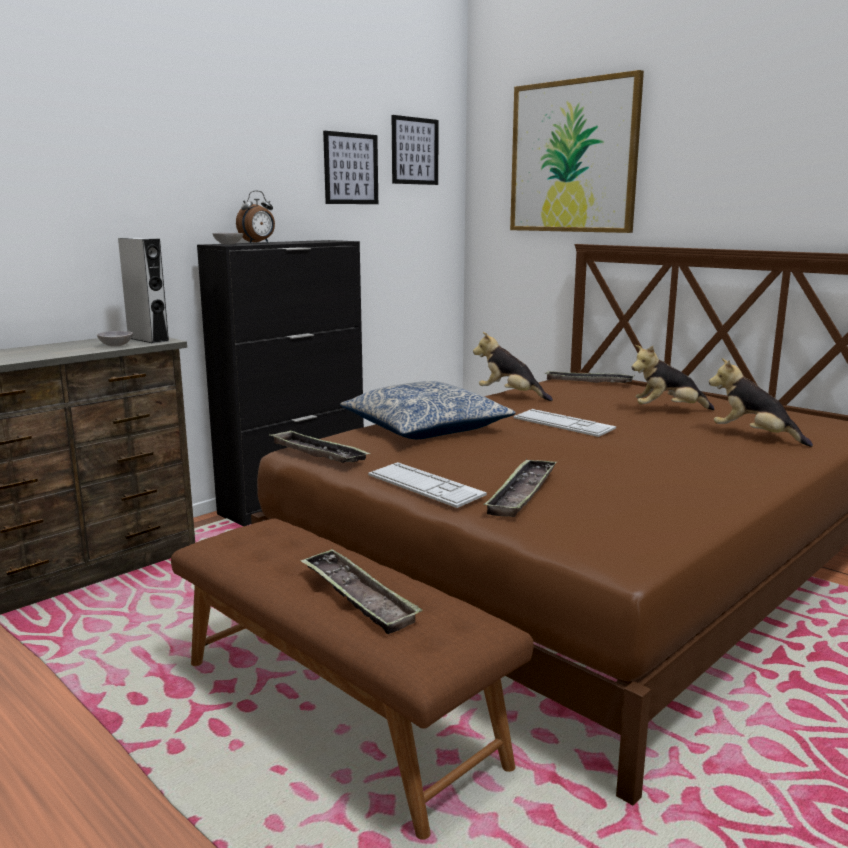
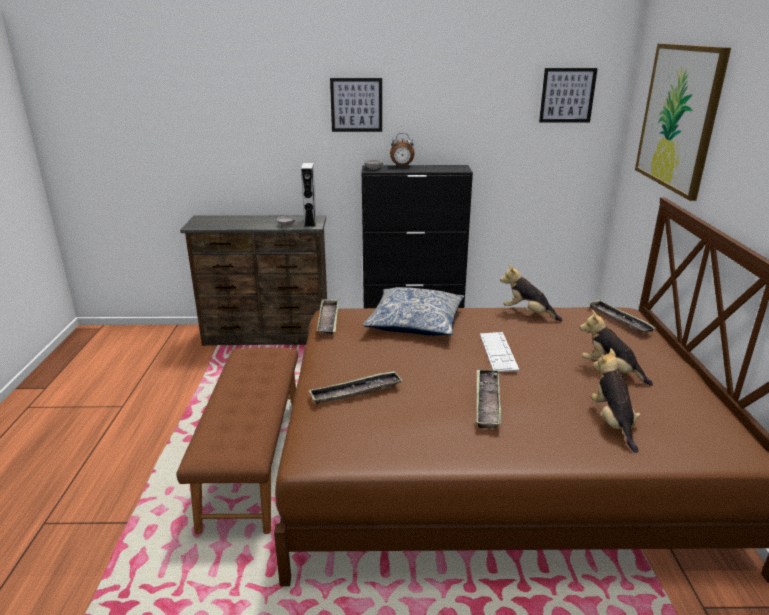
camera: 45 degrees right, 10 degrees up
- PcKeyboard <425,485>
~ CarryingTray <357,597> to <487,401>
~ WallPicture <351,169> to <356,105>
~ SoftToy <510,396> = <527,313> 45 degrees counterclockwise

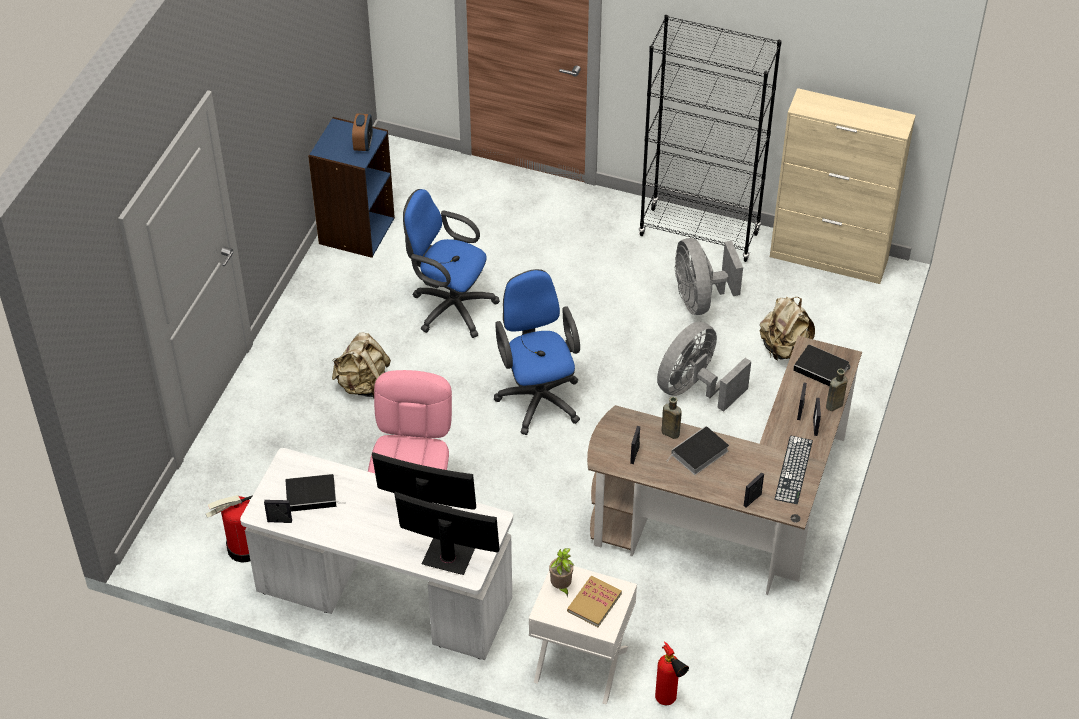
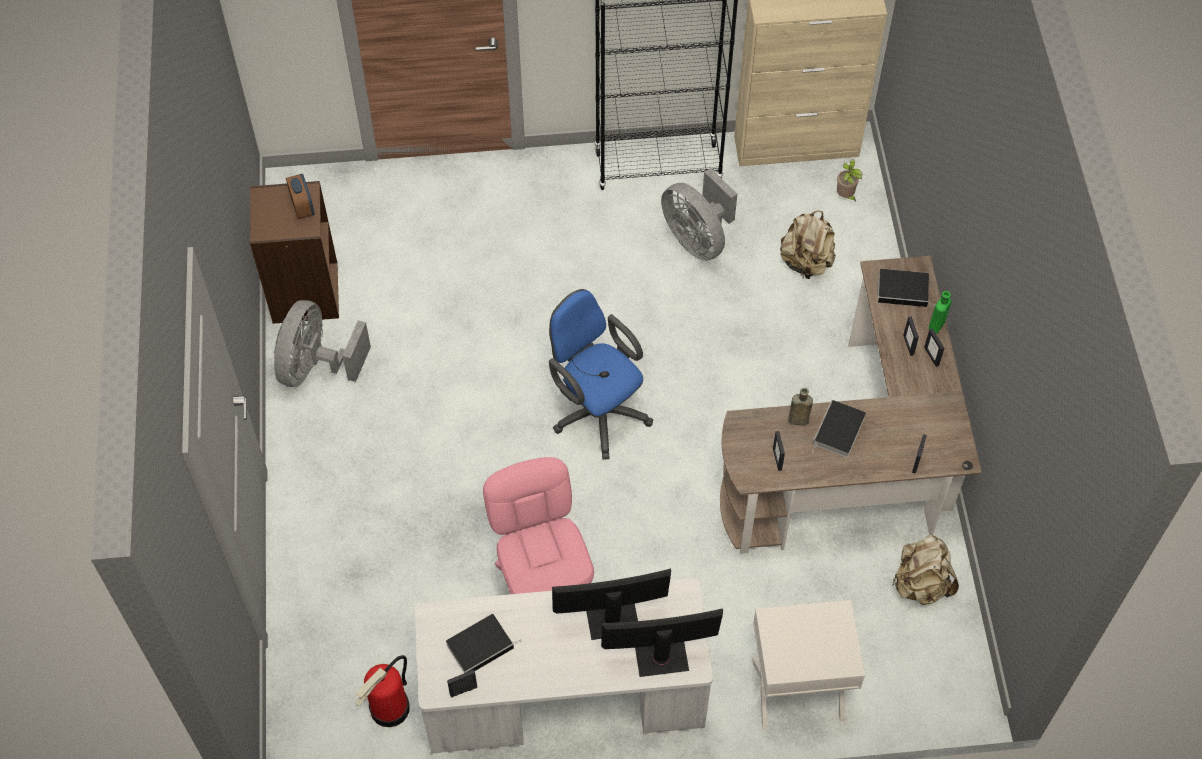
camera: 25 degrees left, 10 degrees up
- BlueColouredDeskChair <449,307>
- BoundBook <594,602>
- Extinguisher <668,702>
- PcKeyboard <793,469>
~ BeigeColouredRucksack <363,385> to <921,584>
~ PlantInAPot <561,587> to <845,196>
~ GreyCoolingFan <695,388> to <316,366>
~ BlueColouredBookcase <356,230> to BrownColouredBookcase <304,293>
~ BrownColouredDrinkBottle <833,406> to GreenDrinkBottle <936,326>

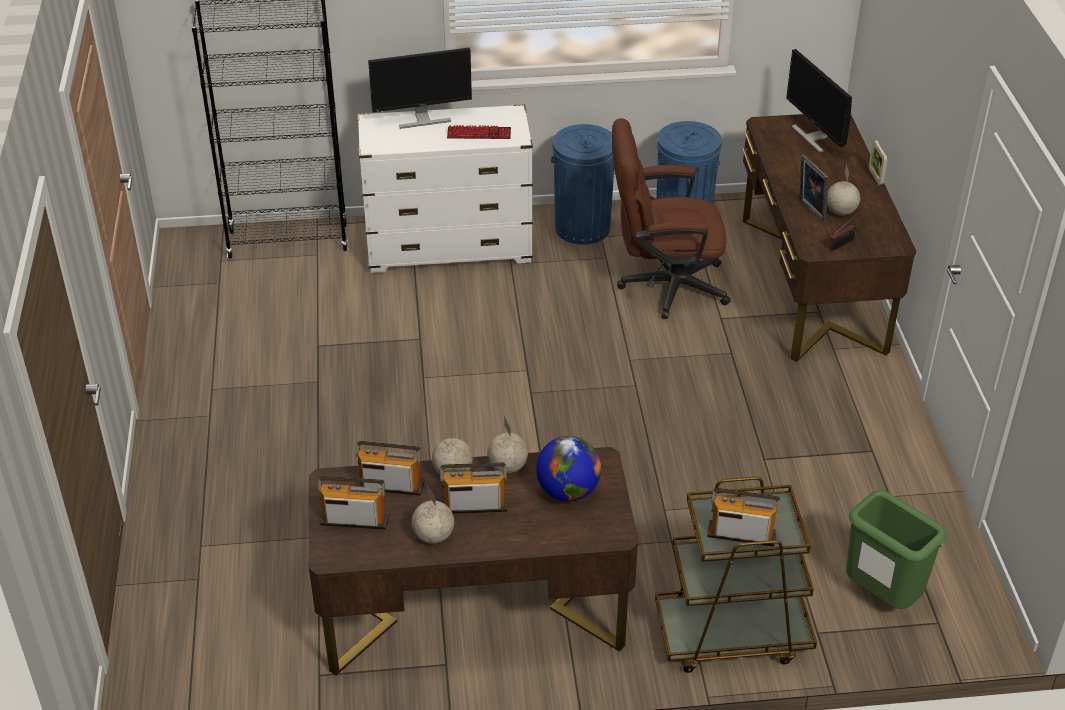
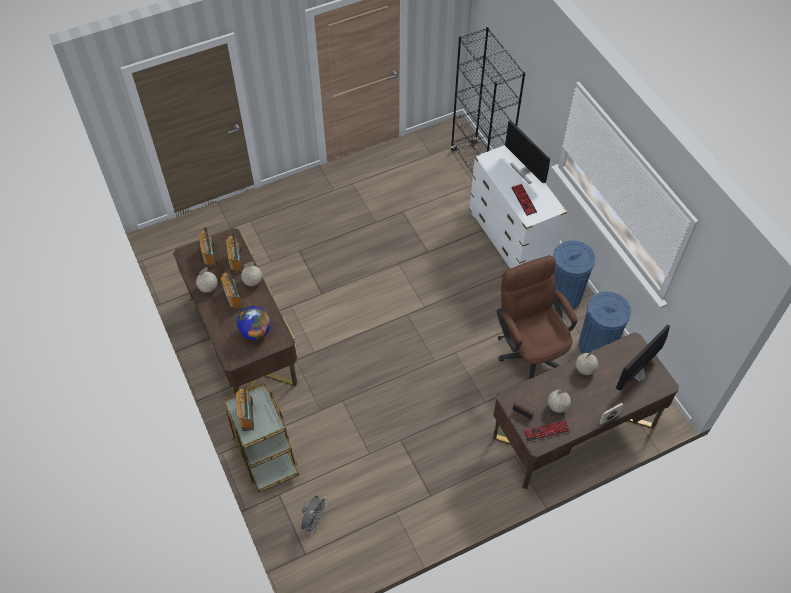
camera: 70 degrees right, 15 degrees up
- StandingFrame <810,211>
+ PcKeyboard <546,431>
~ DeskGlobe <508,467> to <585,369>
~ GreenTrashCan <880,597> to GreyCoolingFan <314,520>

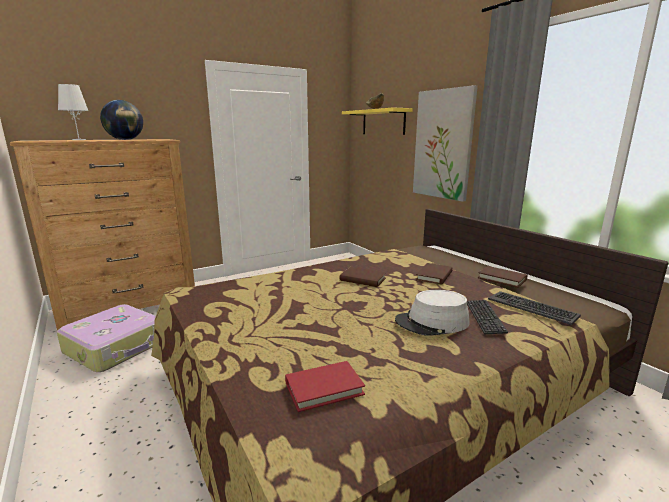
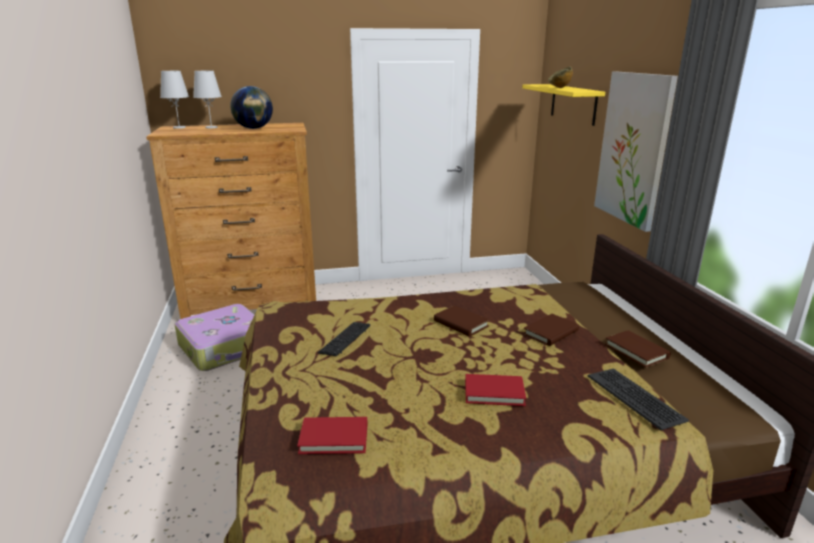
camera: 20 degrees right, 5 degrees up
+ WhitishLampForATable <179,127>
~ PcKeyboard <485,317> to <345,340>
~ GreyClothingHat <432,322> to RedColouredBoundBook <494,392>

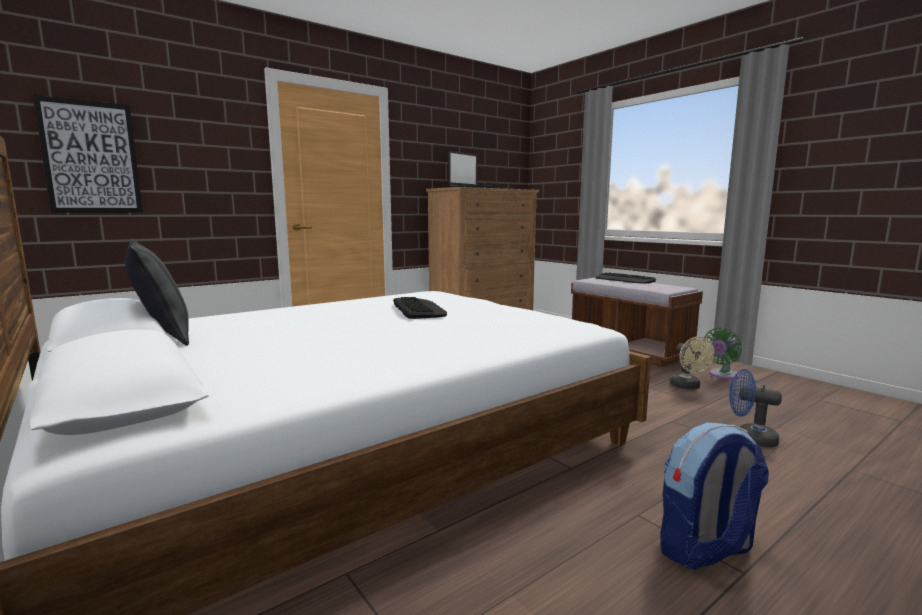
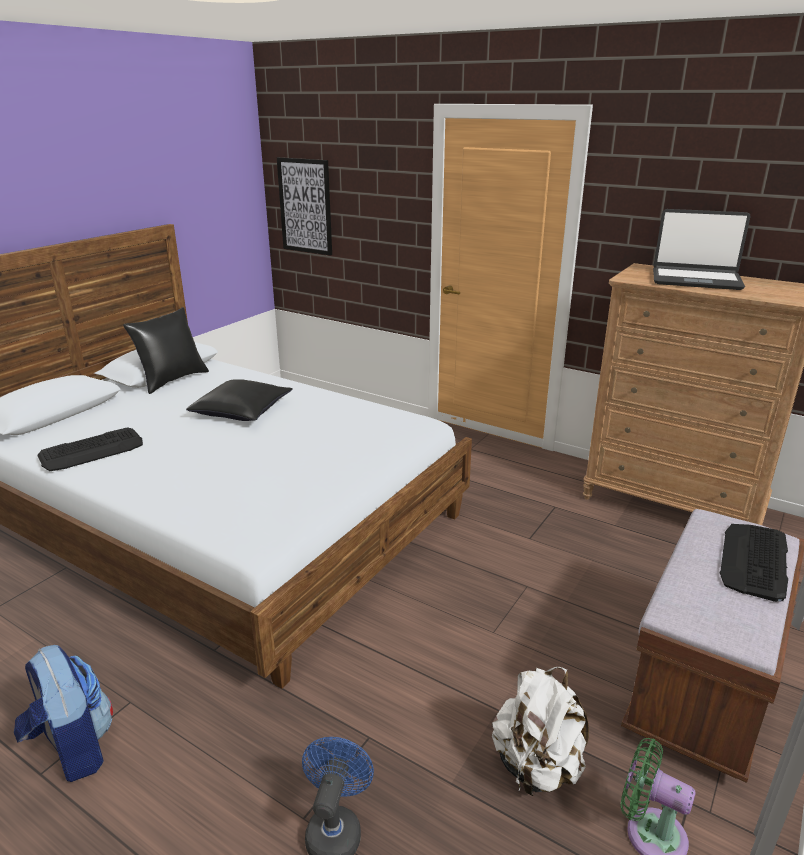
camera: 70 degrees right, 15 degrees up
+ BlackThrowPillow <242,410>
~ PcKeyboard <418,309> to <92,450>
~ BeigeColouredCoolingFan <688,386> to WhitishRucksack <537,767>

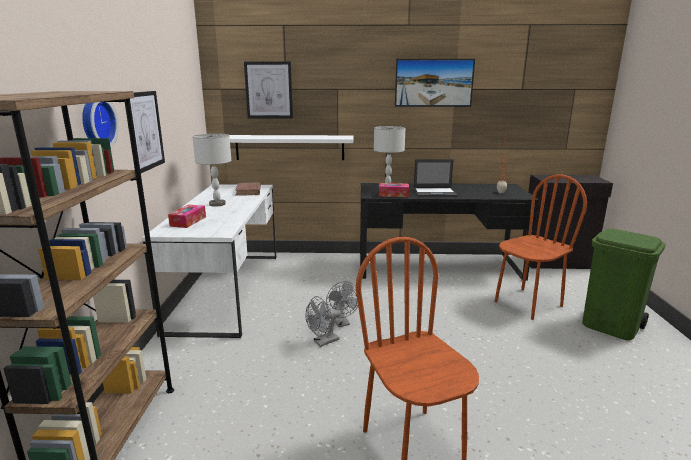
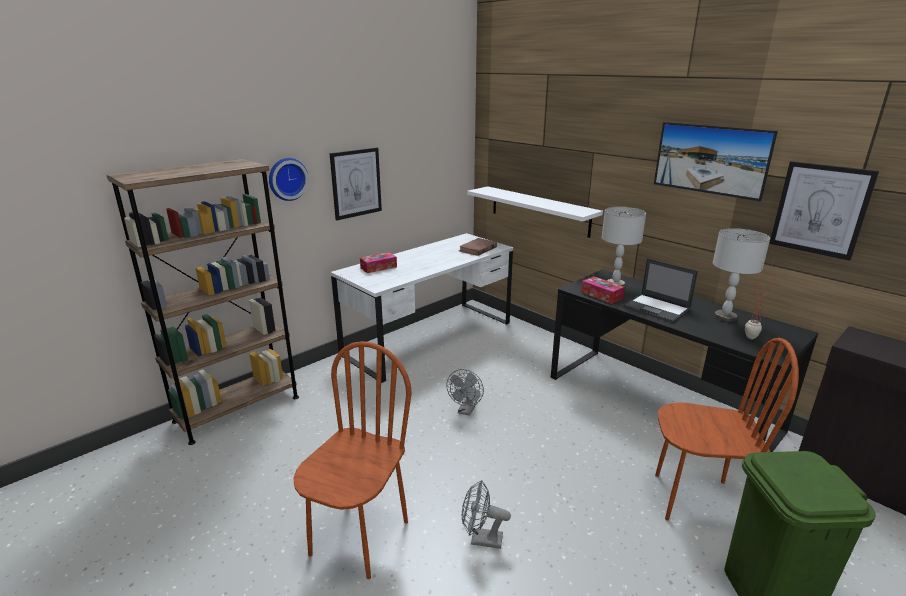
camera: 45 degrees right, 5 degrees up
~ GreyLampForATable <217,204> to <724,317>
~ WallPicture <269,90> to <820,209>
~ GreyCoolingFan <323,342> to <481,539>

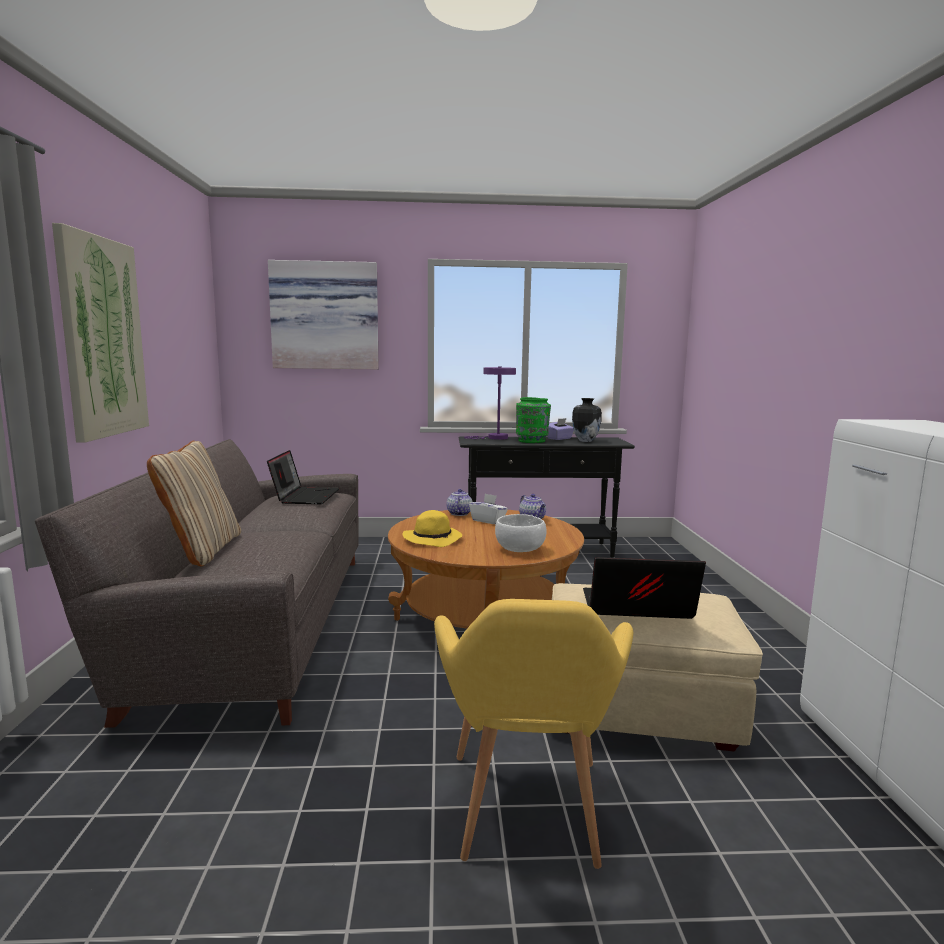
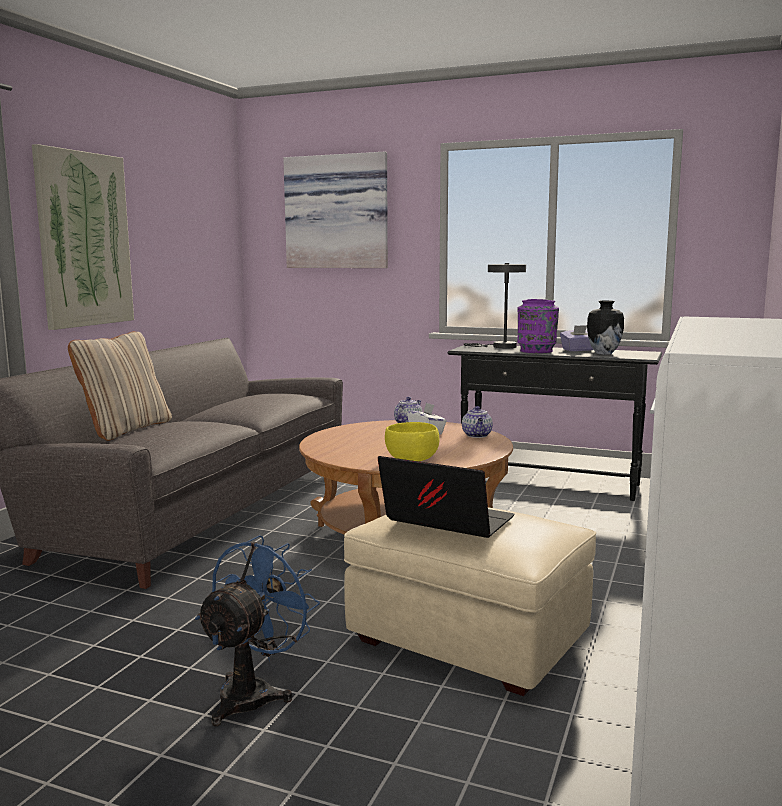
camera: 25 degrees right, 0 degrees up
- Laptop <305,496>
- YellowColouredClothingHat <433,539>
~ YellowColouredArmchair <526,817> to BlueColouredCoolingFan <254,693>
~ PurpleLampForATable <494,438> to GreyLampForATable <500,347>
~ WhitishBowl <520,550> to YellowColouredBowl <412,460>
~ GreenVase <532,441> to PurpleVase <536,351>

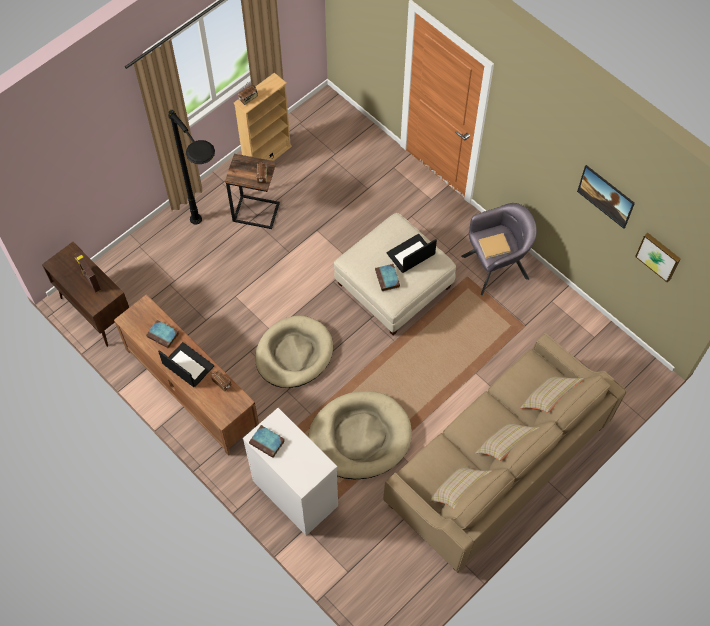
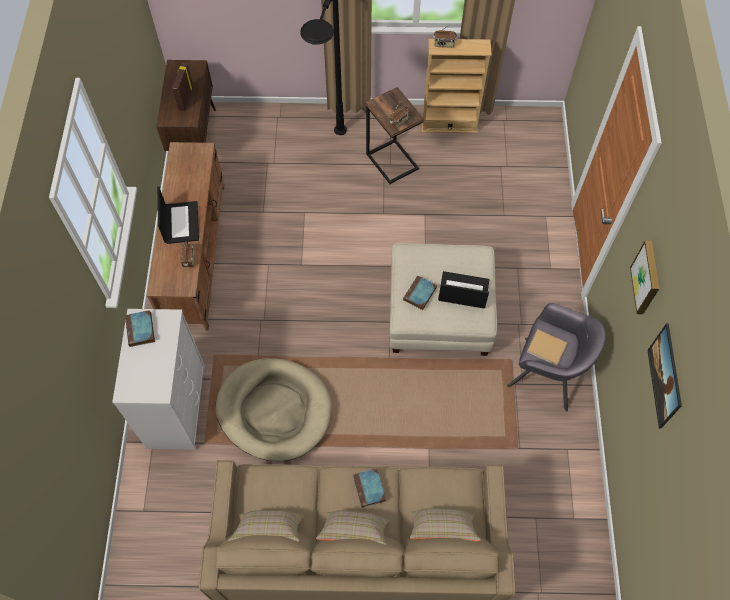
camera: 45 degrees right, 0 degrees up
- BeigeColouredPetBed <294,354>
~ BoundBook <163,335> to <370,489>
~ WallPicture <659,256> to <647,277>

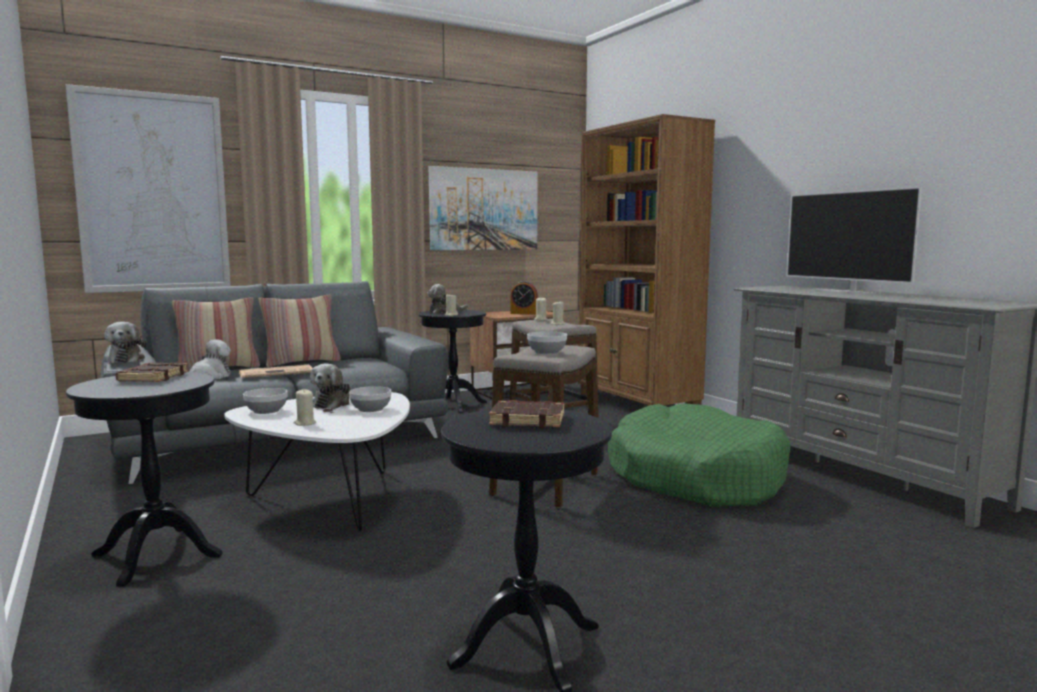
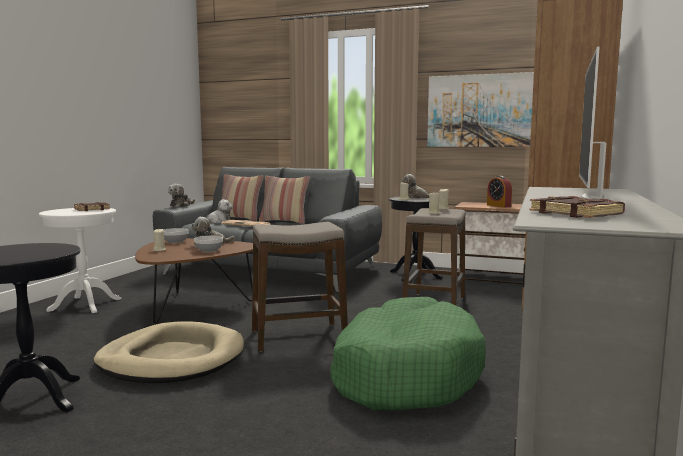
camera: 50 degrees right, 0 degrees up
- WallPicture <153,193>
- Bowl <546,352>
+ BeigeColouredPetBed <172,359>
~ BrownColouredBoundBook <529,420> to <577,214>
~ BlackAccentTable <157,555> to WhitishAccentTable <85,304>
~ WhitishLoungeTable <333,499> to BrownColouredLoungeTable <194,305>

